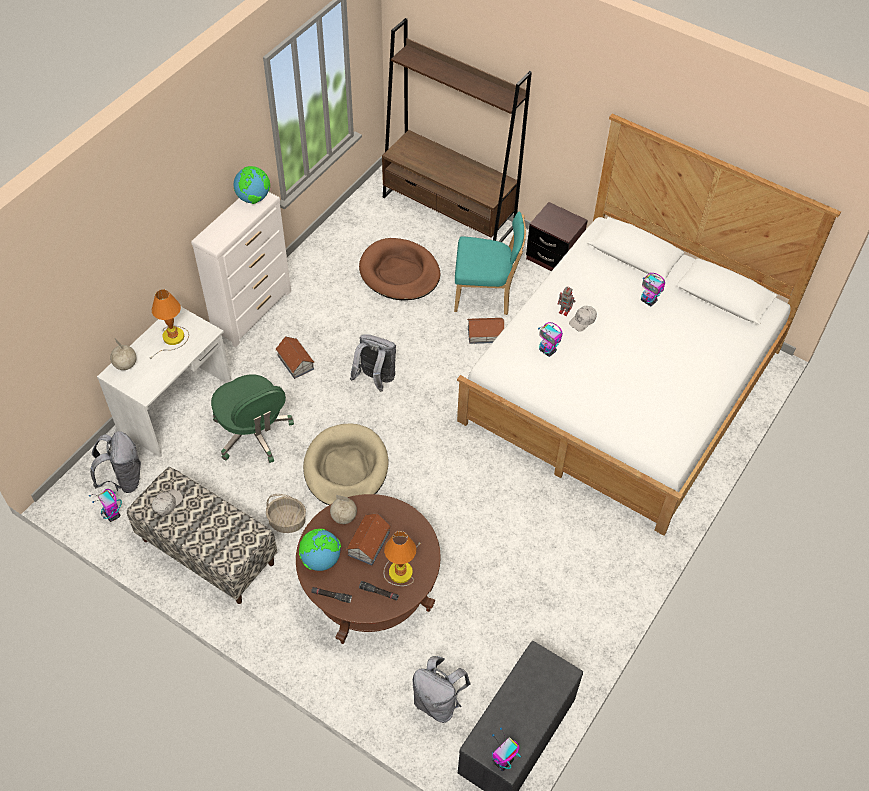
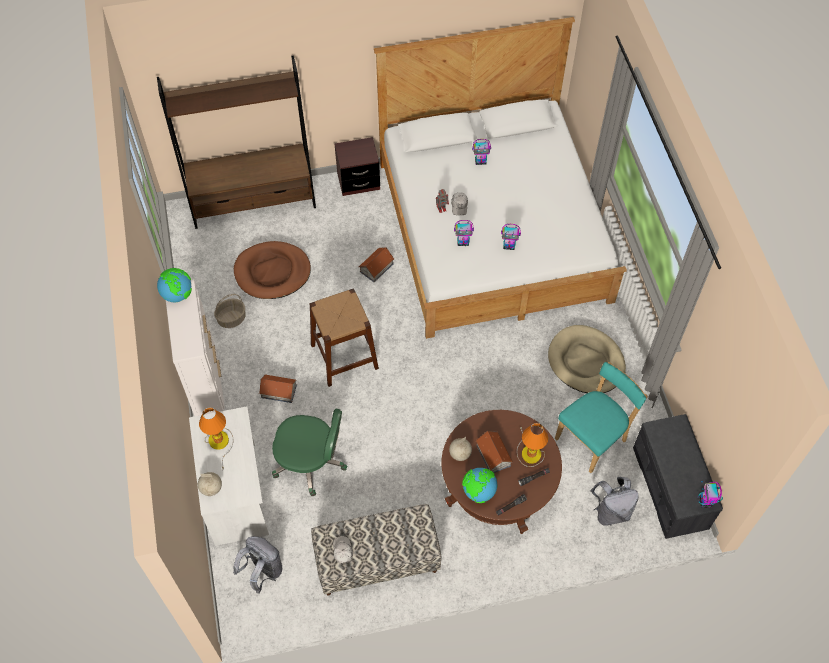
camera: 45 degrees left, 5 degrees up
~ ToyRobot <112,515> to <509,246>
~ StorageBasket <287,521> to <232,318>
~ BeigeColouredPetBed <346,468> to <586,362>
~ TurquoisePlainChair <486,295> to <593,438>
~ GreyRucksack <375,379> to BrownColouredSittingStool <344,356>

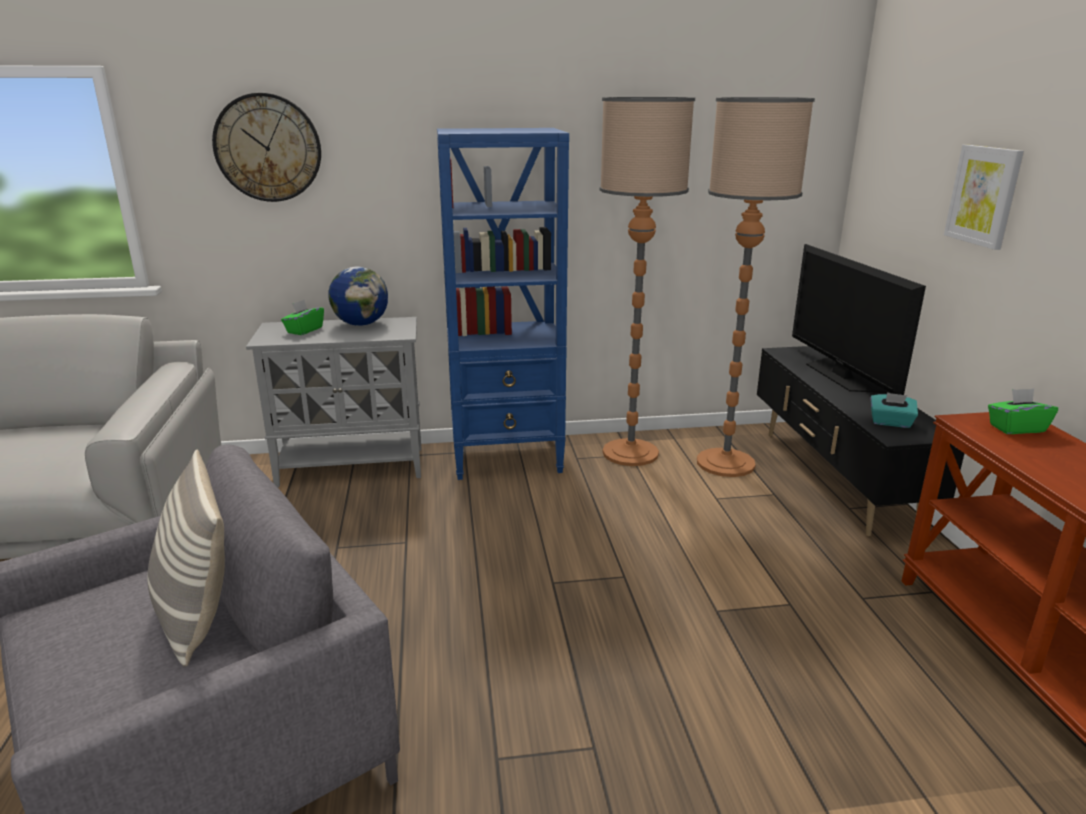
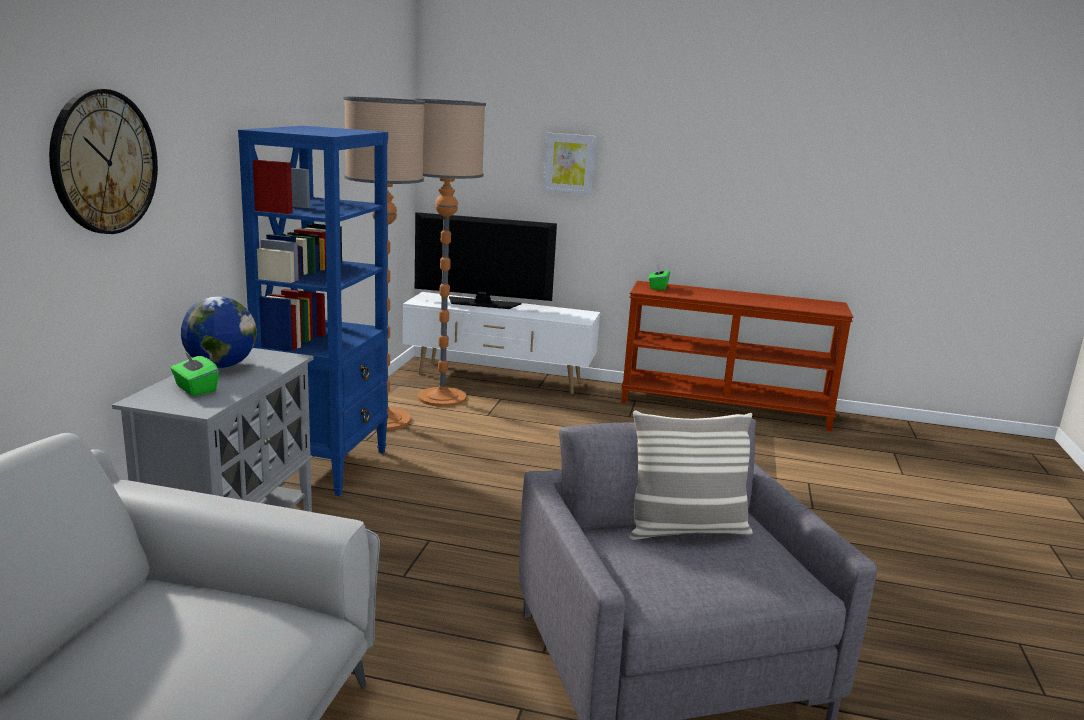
camera: 70 degrees left, 5 degrees down
- TurquoiseTissueHolder <890,422>
~ BlackTvStand <833,478> to WhitishTvStand <499,378>

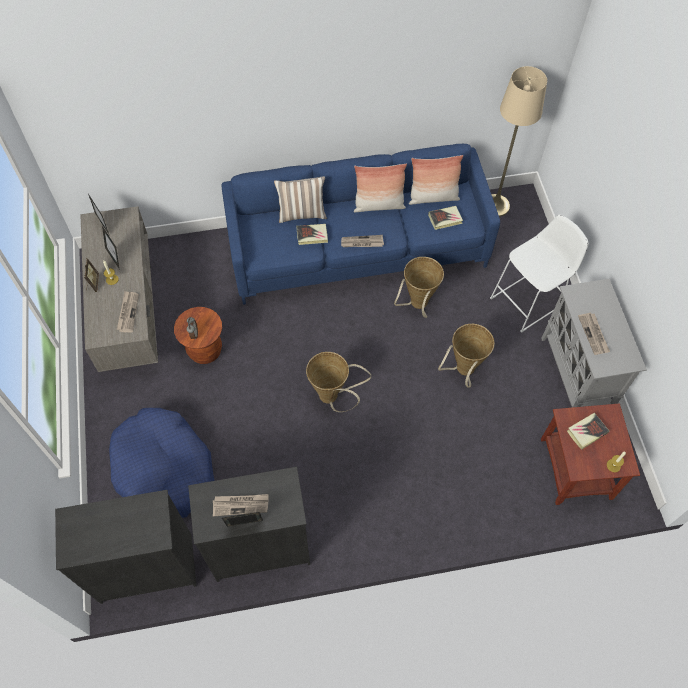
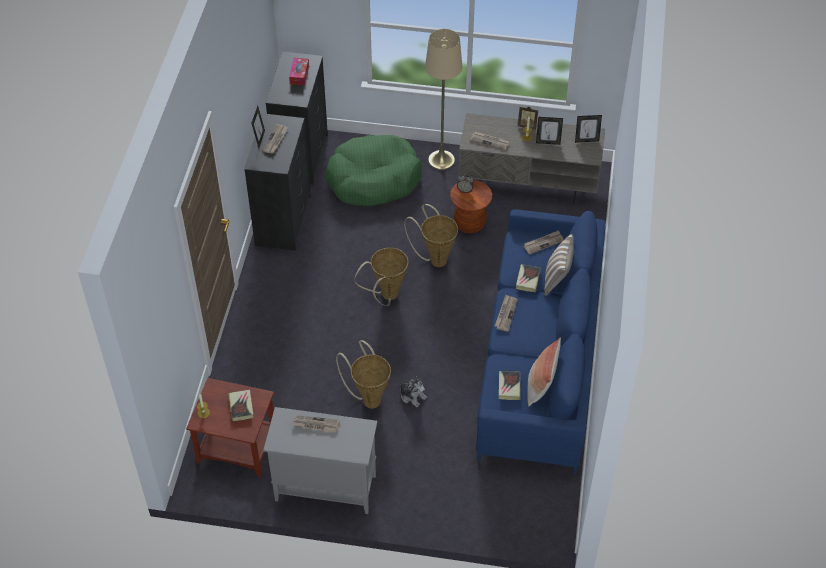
camera: 110 degrees right, 10 degrees down
- ThrowPillow <379,205>
- WhitishSittingStool <529,301>
+ TissueHolder <299,75>
+ SoftToy <412,396>
+ DailyPaper <543,243>
~ StorageBasket <417,305> to <435,259>
~ BeigeColouredStandardLamp <495,205> to <441,160>
~ BlueColouredPetBed <164,469> to GreenPetBed <373,179>

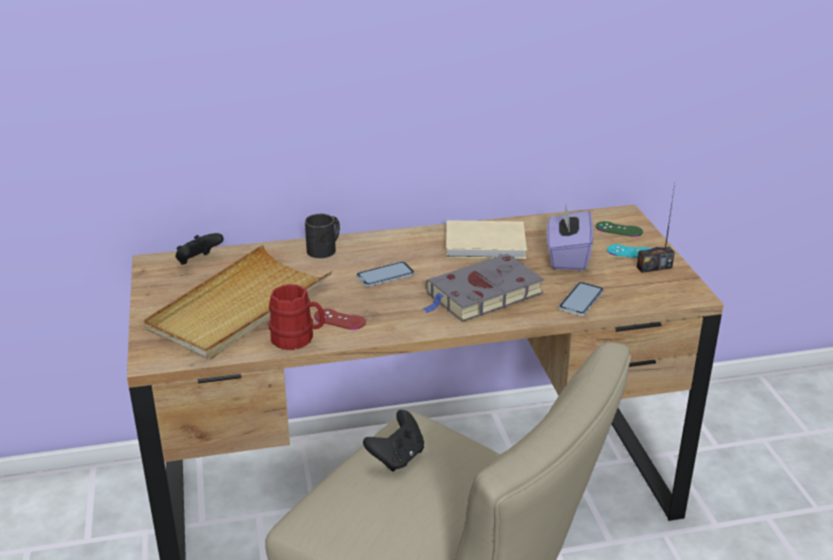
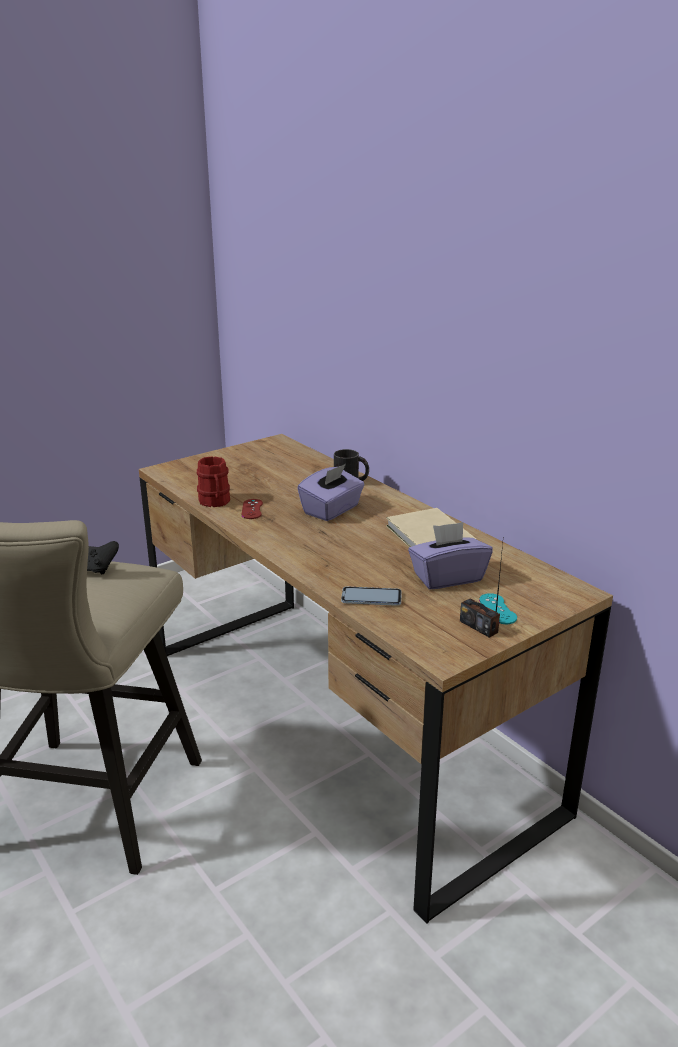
camera: 65 degrees right, 5 degrees down
- BeigeColouredCarryingTray <239,307>
- BlackGamepad <198,262>
- GreyBoundBook <482,295>
- GreenGamepad <619,229>
~ Handset <385,275> to PurpleTissueHolder <332,510>

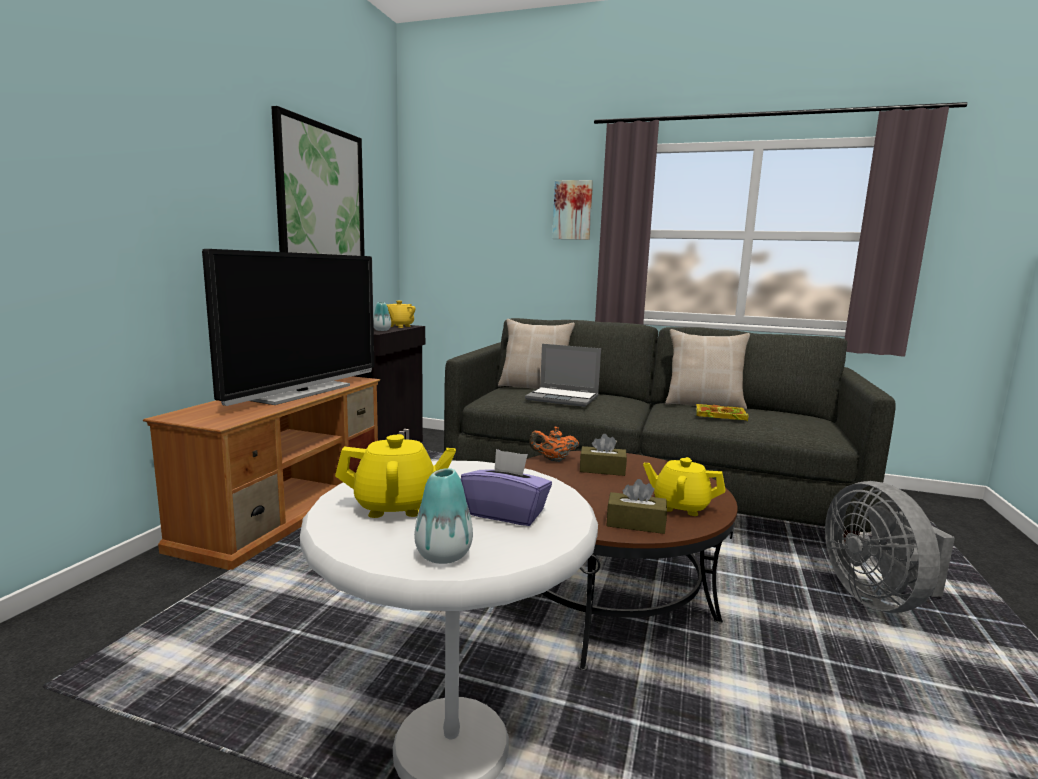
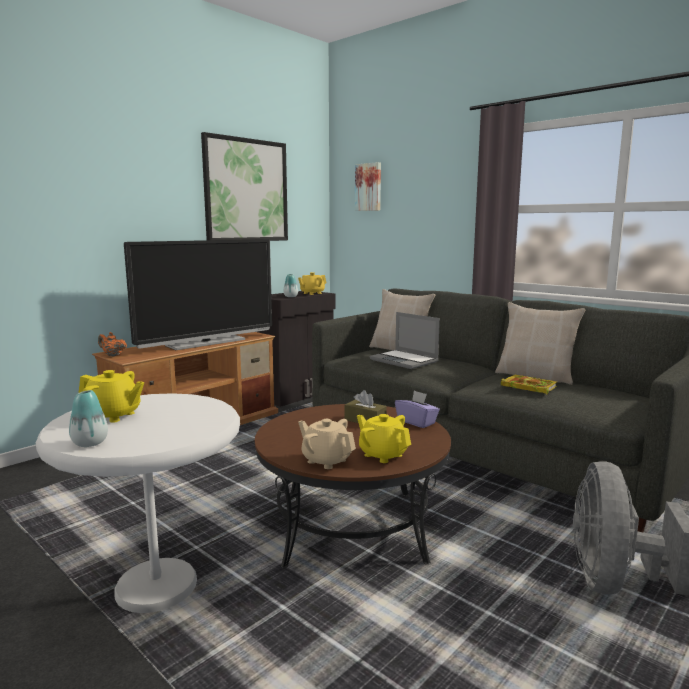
camera: 25 degrees right, 0 degrees up
~ PurpleTissueHolder <506,513> to <416,422>
~ OrangeyTeaPot <553,460> to <112,355>
~ WallPicture <572,210> to <369,187>
~ BrownColouredTissueHolder <635,523> to BeigeColouredTeaPot <326,460>

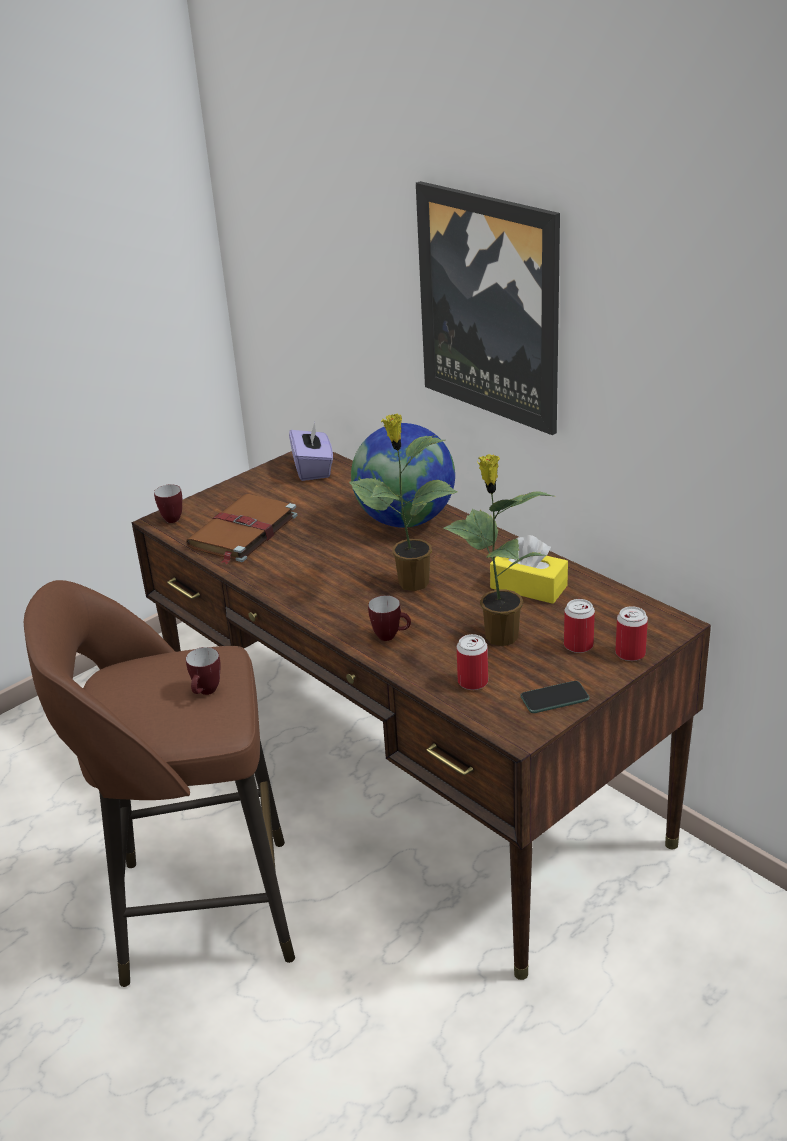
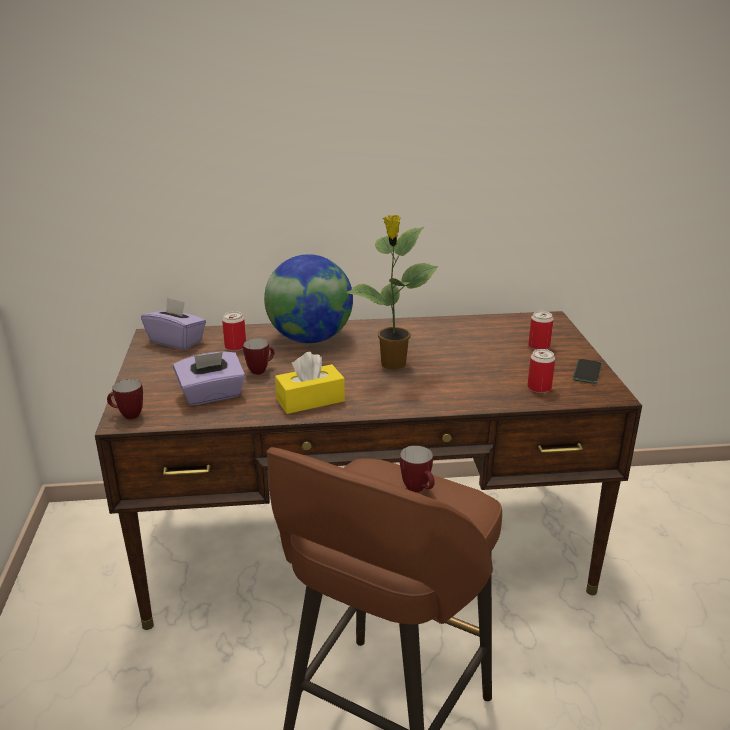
camera: 55 degrees left, 5 degrees down
- WallPicture <490,306>
- PlantInAPot <499,636>
~ TeaMug <391,636> to <260,370>
~ YellowColouredTissueHolder <528,587> to <310,400>
~ Can <630,653> to <235,347>
~ BrownColouredBoundBook <242,532> to PurpleTissueHolder <212,395>

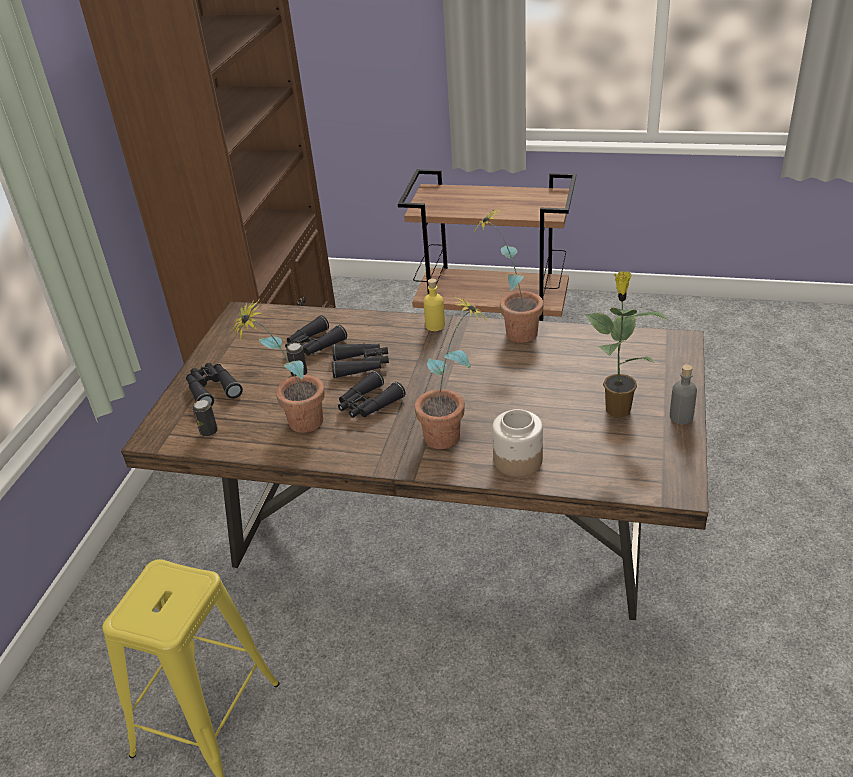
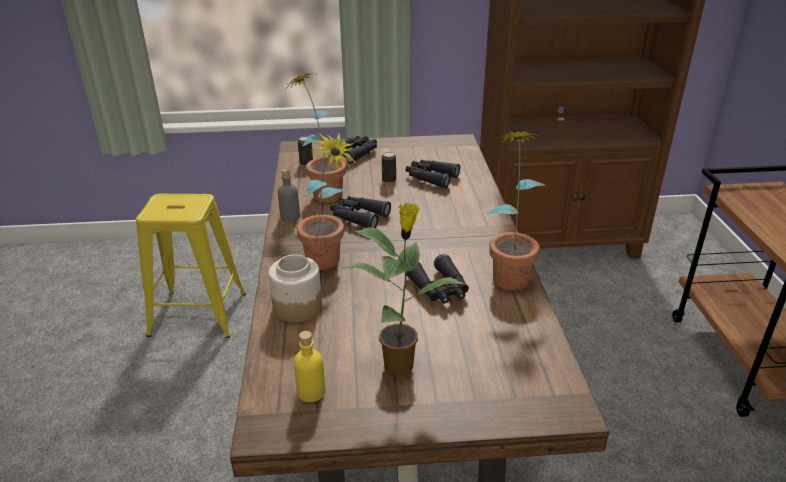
camera: 70 degrees right, 5 degrees down
~ BlackPairOfBinoculars <361,365> to <439,289>
~ YellowColouredDrinkBottle <435,325> to <311,392>
~ GreyDrinkBottle <681,417> to <290,216>

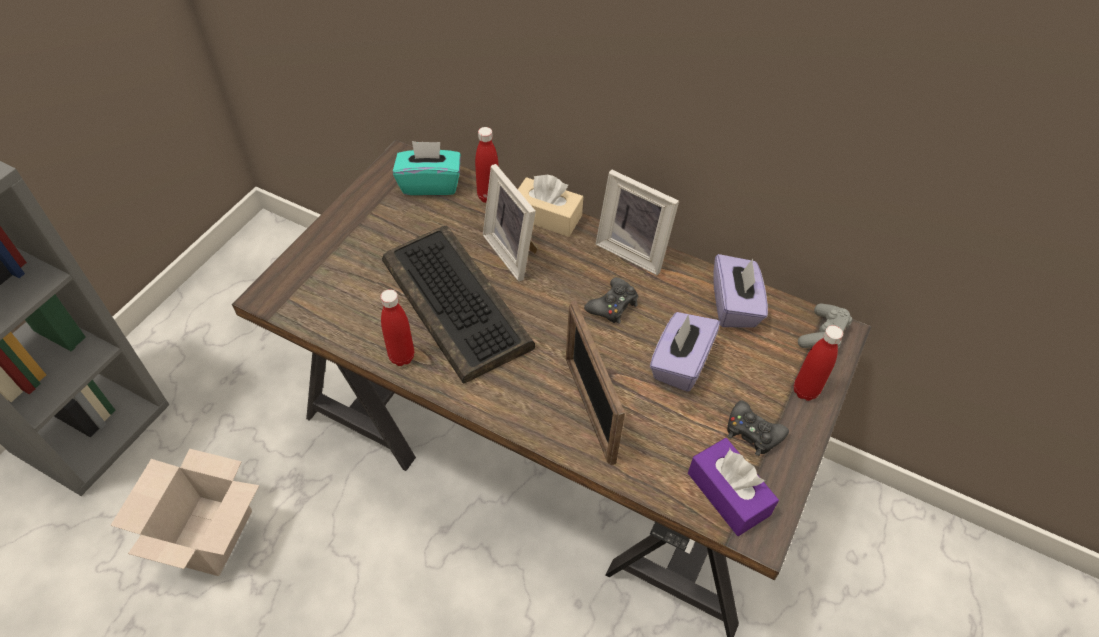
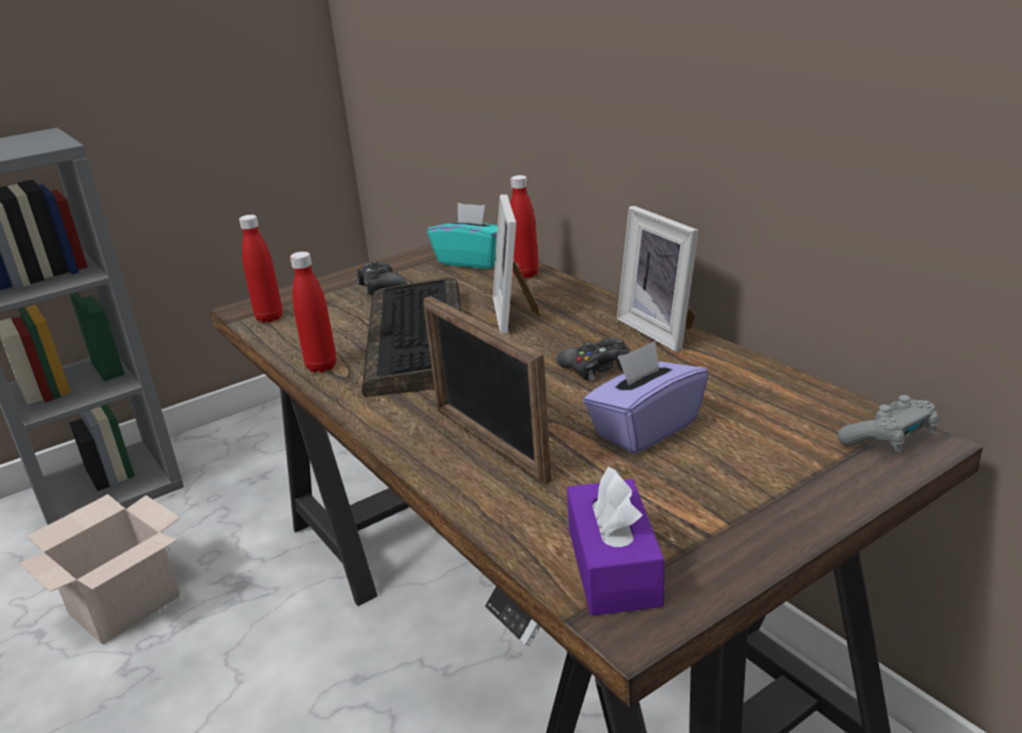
camera: 30 degrees right, 25 degrees down
- BeigeColouredTissueHolder <547,216>
- PurpleTissueHolder <734,306>
~ BlackGamepad <753,432> to <381,286>
~ RedColouredDrinkBottle <805,391> to <269,318>
~ StandingFrame <589,408> = <489,444> 45 degrees counterclockwise

